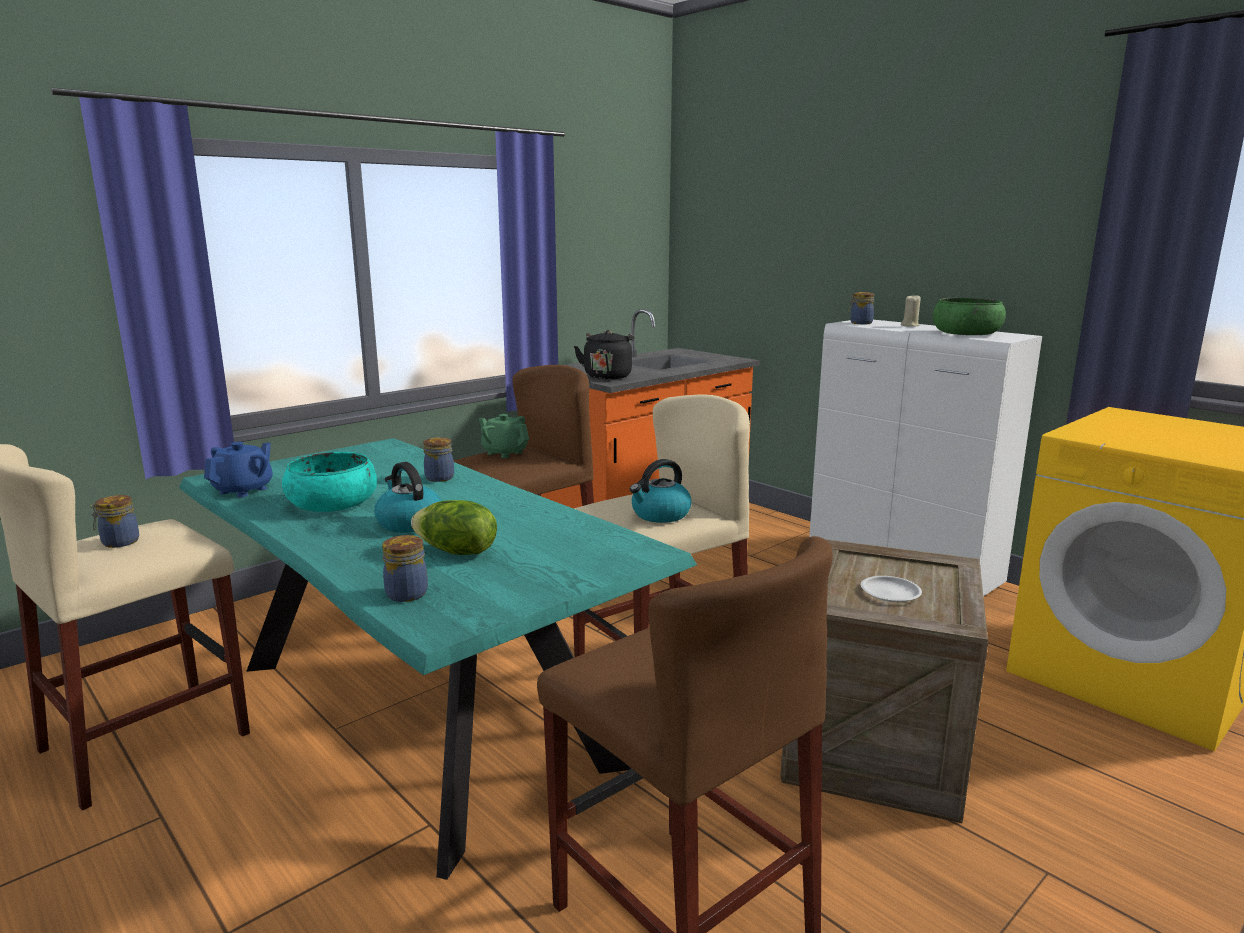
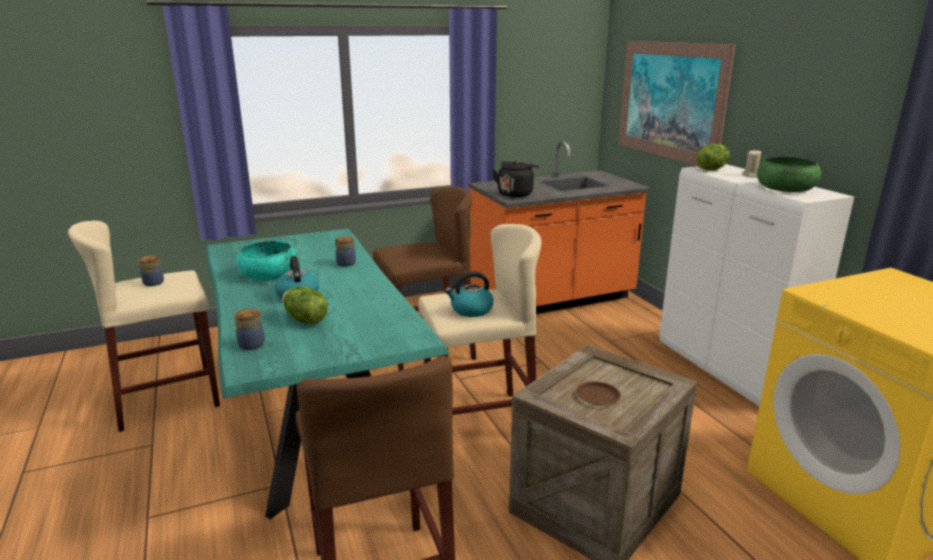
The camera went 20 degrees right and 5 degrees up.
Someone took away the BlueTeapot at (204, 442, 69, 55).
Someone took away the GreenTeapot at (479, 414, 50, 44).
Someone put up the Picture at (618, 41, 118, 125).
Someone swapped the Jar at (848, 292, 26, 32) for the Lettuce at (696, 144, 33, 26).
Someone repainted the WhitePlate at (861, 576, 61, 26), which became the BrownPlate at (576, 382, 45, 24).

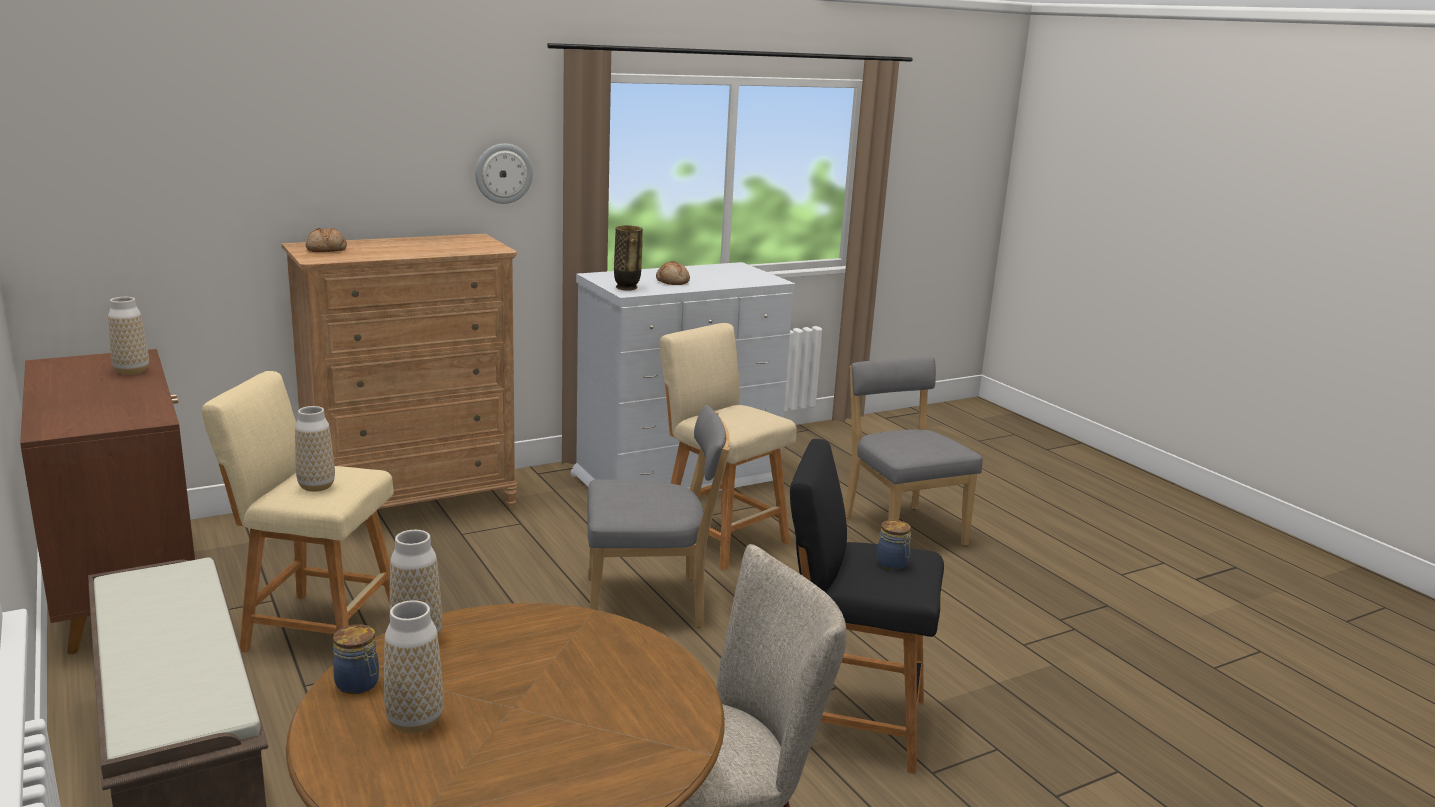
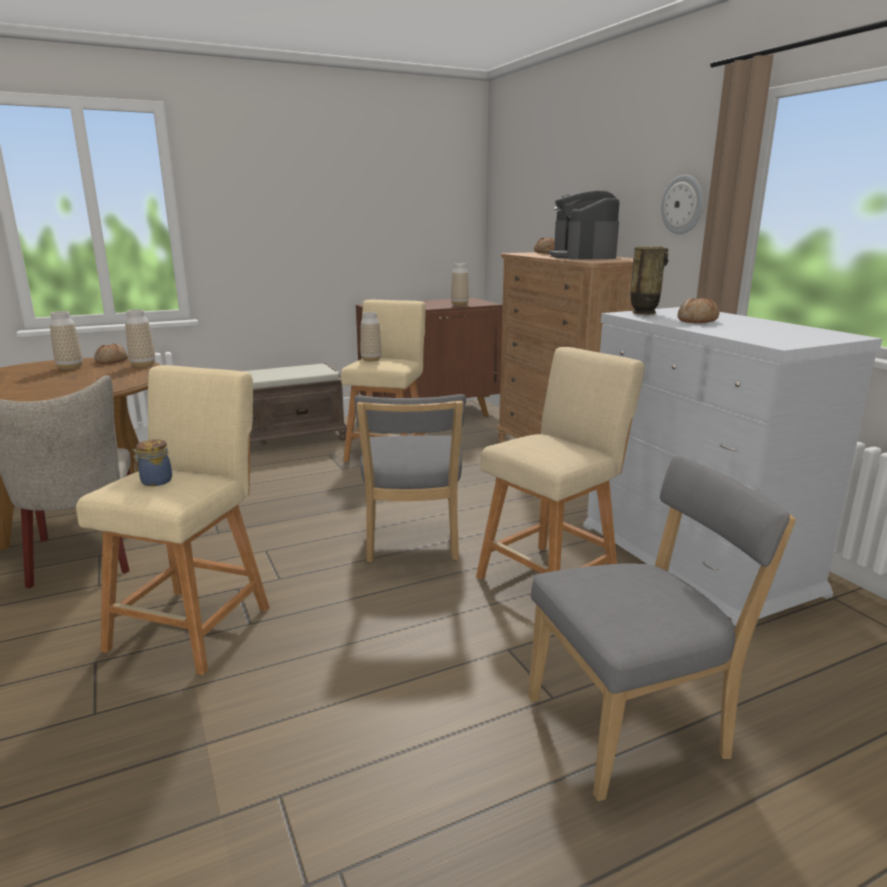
The camera went 95 degrees right and 0 degrees up.
Someone put down the CoffeeMachine at (548, 190, 72, 70).
Someone swapped the Jar at (333, 624, 46, 70) for the Bread at (94, 344, 34, 20).
Someone repainted the BlackStool at (790, 439, 154, 335), which became the BeigeStool at (76, 365, 194, 310).

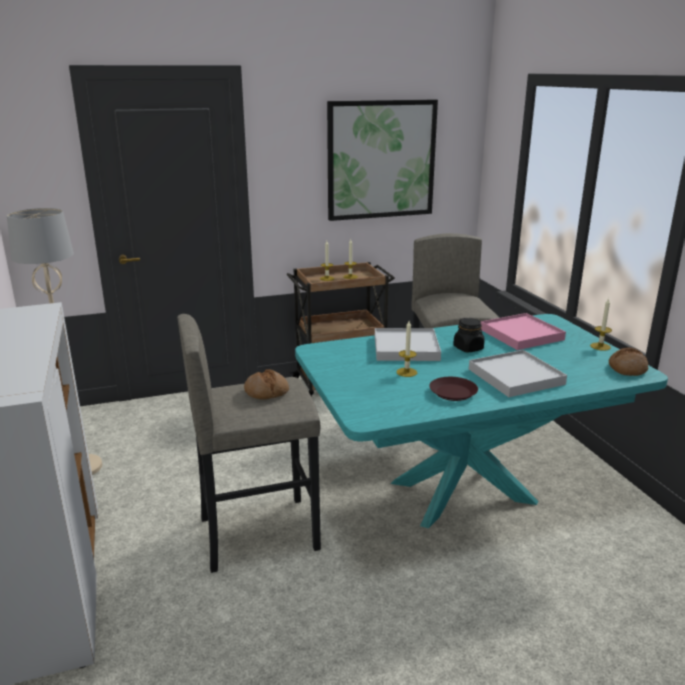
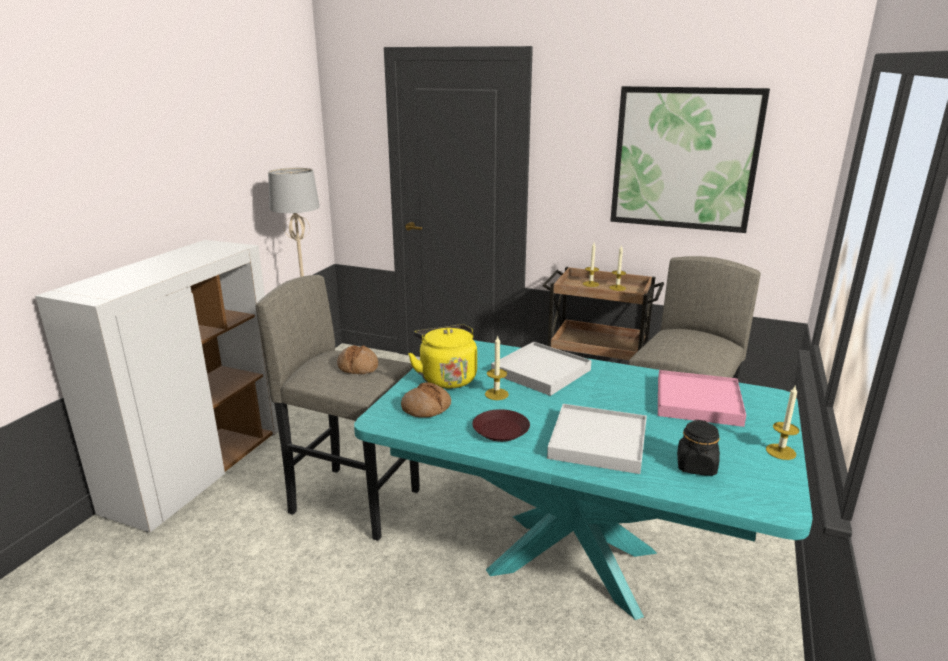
The camera went 40 degrees right and 0 degrees up.
Someone put down the YellowKettle at (408, 324, 69, 65).
Someone carried the BlackJar from (453, 318, 32, 34) to (677, 420, 43, 56).
Someone carried the Bread from (609, 347, 39, 29) to (401, 382, 50, 36).

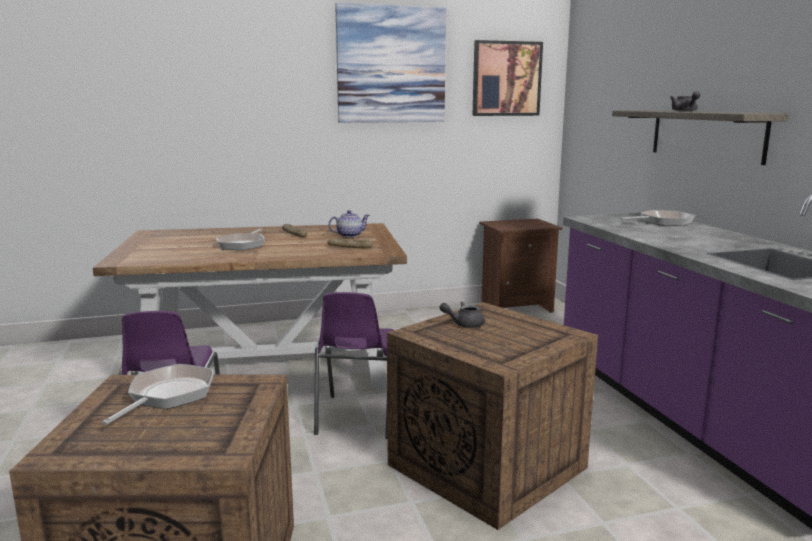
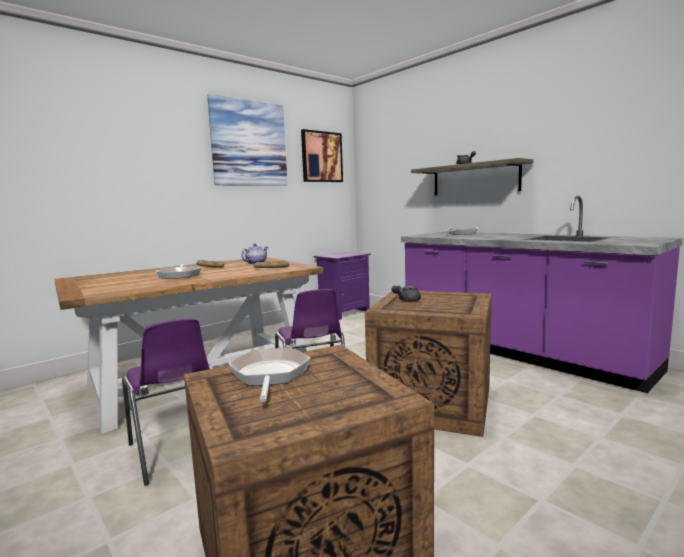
The camera went 25 degrees left and 5 degrees down.
Someone repainted the BrownNightstand at (479, 219, 84, 94), which became the PurpleNightstand at (313, 252, 58, 68).

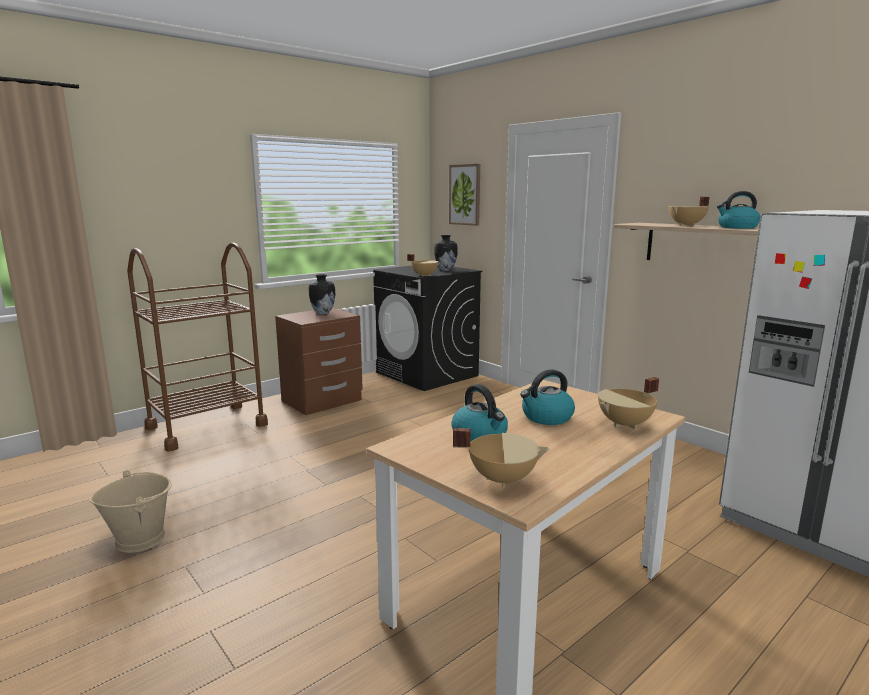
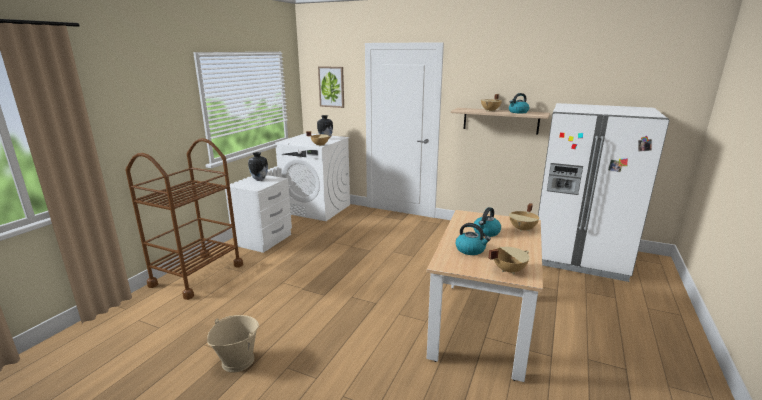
The camera went 25 degrees left and 5 degrees up.
Someone repainted the BrownNightstand at (275, 308, 88, 107), which became the WhiteNightstand at (230, 175, 62, 78).
Someone repainted the BlackWashingMachine at (373, 266, 110, 125), which became the WhiteWashingMachine at (275, 133, 75, 88).

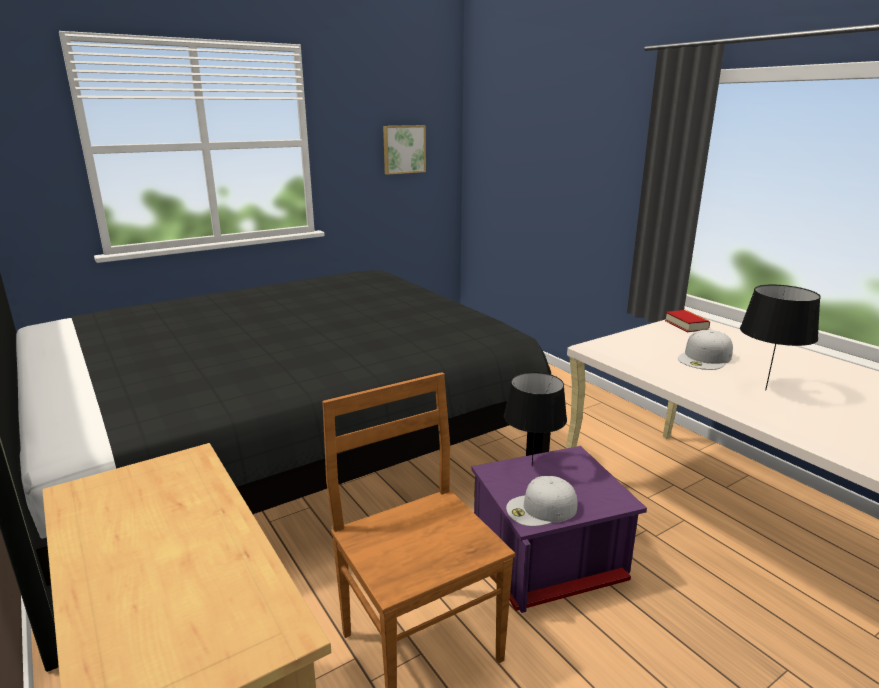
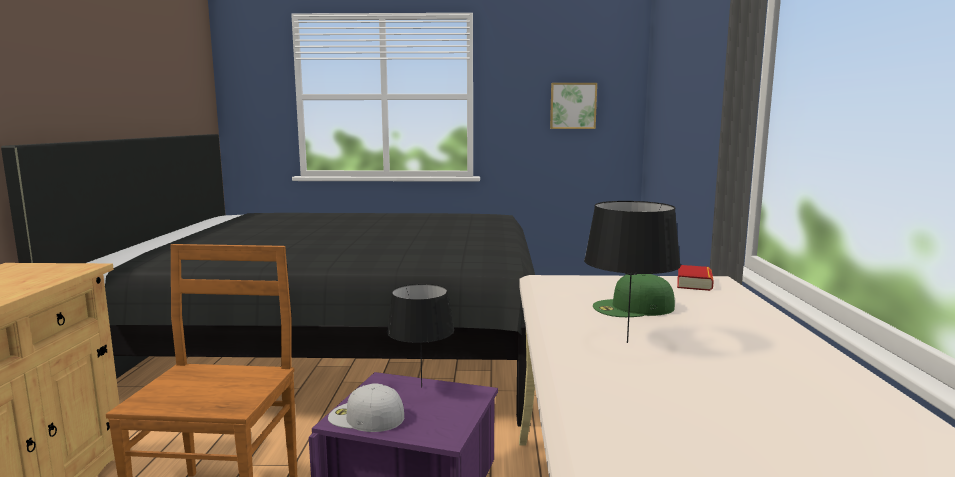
The camera went 35 degrees right and 10 degrees down.
Someone repainted the WhiteCap at (678, 330, 55, 40), which became the GreenCap at (593, 274, 82, 43).

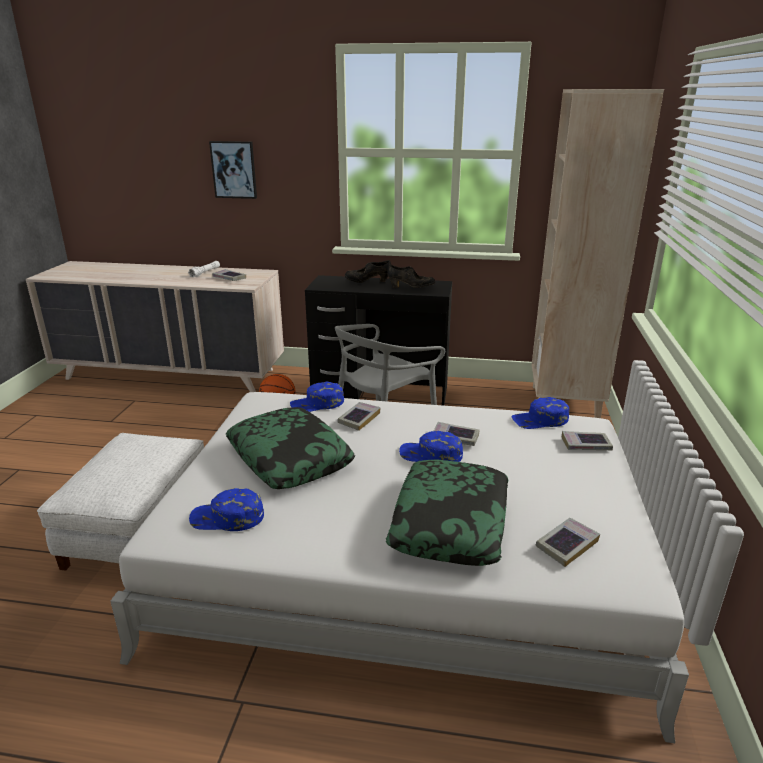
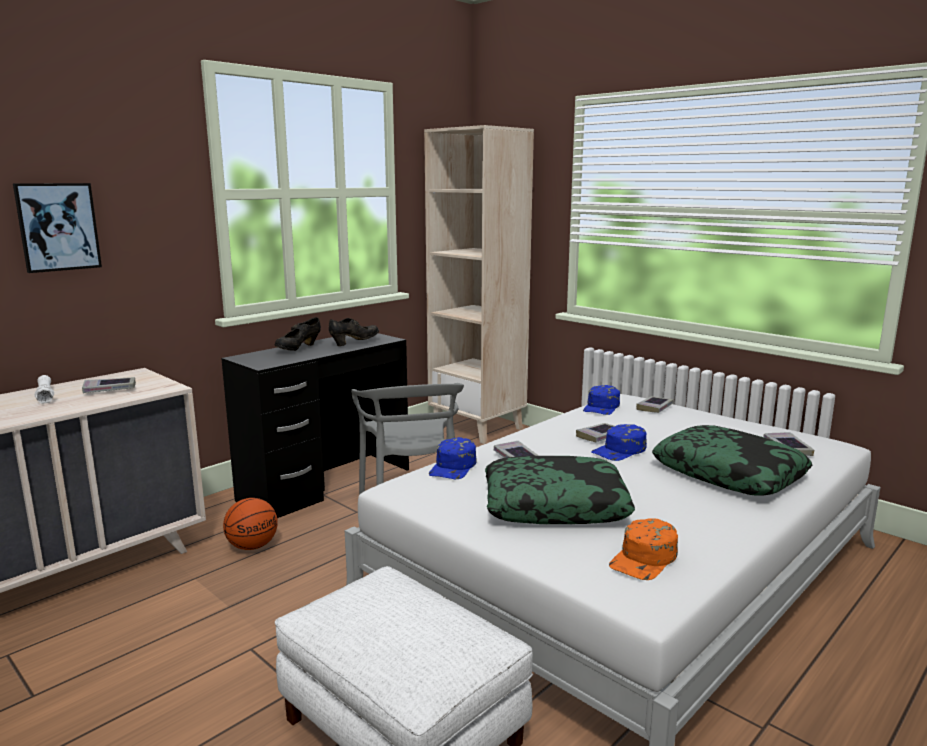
The camera went 55 degrees left and 10 degrees down.
Someone repainted the BlueCap at (189, 488, 75, 43), which became the OrangeCap at (609, 518, 69, 62).

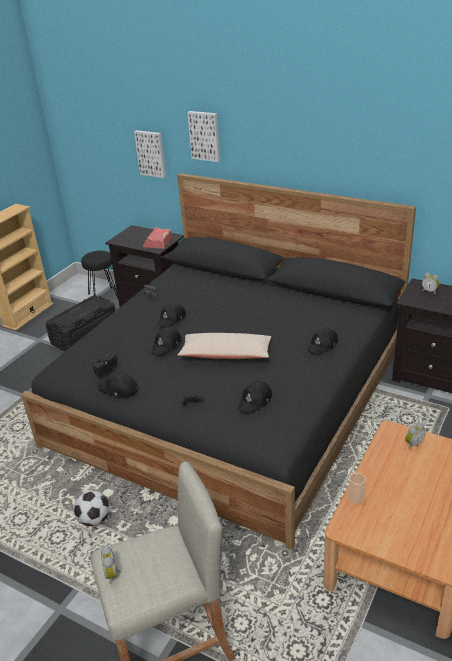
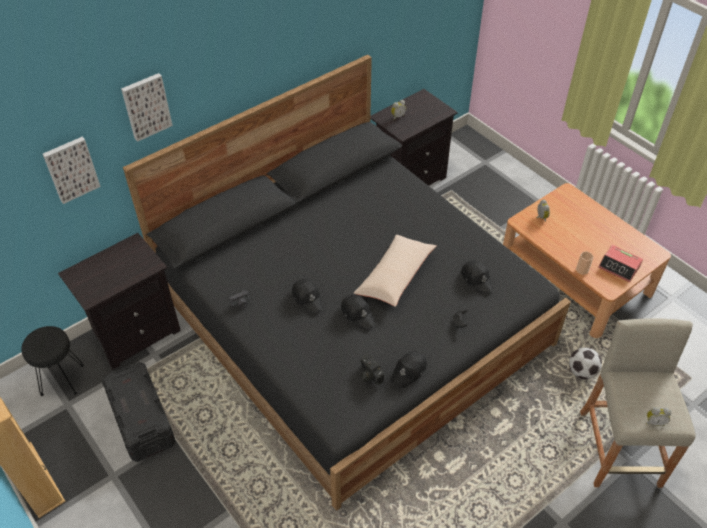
The camera went 70 degrees left and 15 degrees up.
Someone took away the BlackCap at (308, 328, 30, 27).
Someone carried the Football from (74, 490, 36, 36) to (569, 347, 33, 32).
Someone carried the AlarmClock from (143, 227, 29, 22) to (598, 245, 45, 37).

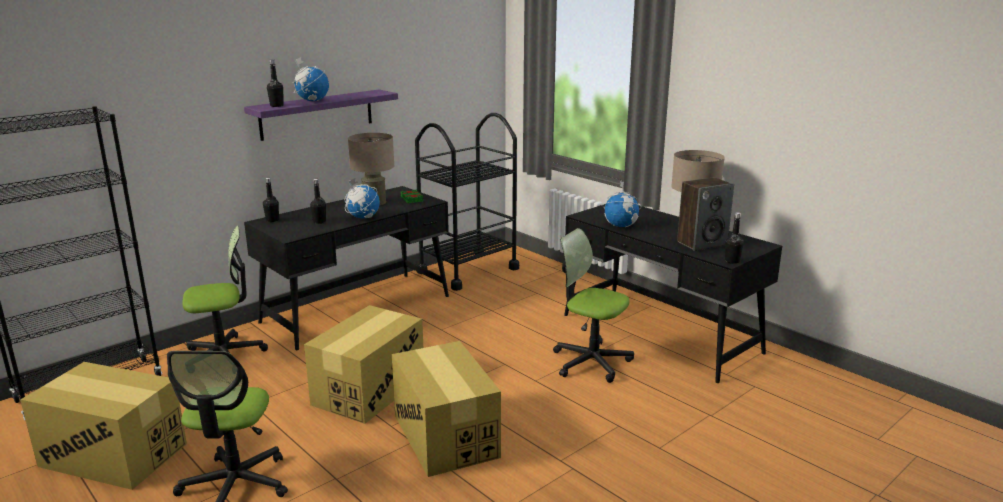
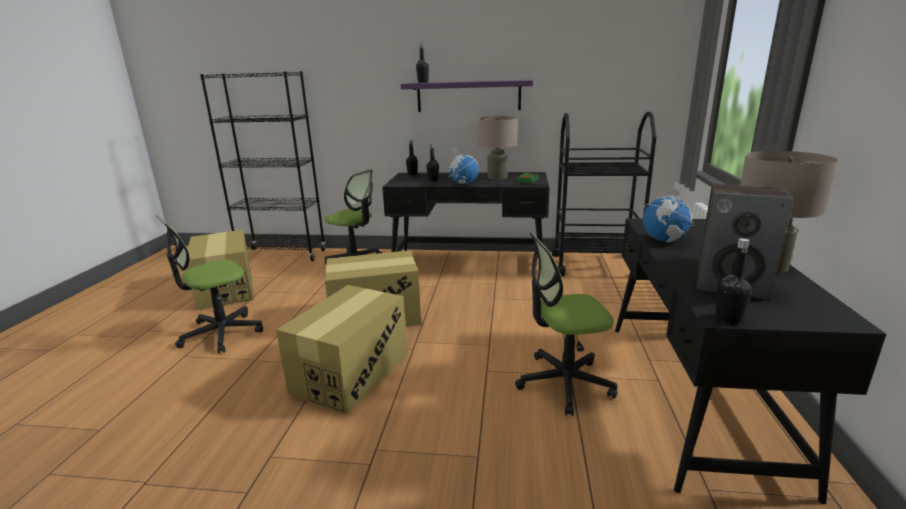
The camera went 50 degrees right and 0 degrees up.
Someone took away the Globe at (293, 57, 36, 44).
Someone rotated the OfficeChair at (553, 228, 81, 155) by 90 degrees counterclockwise.

